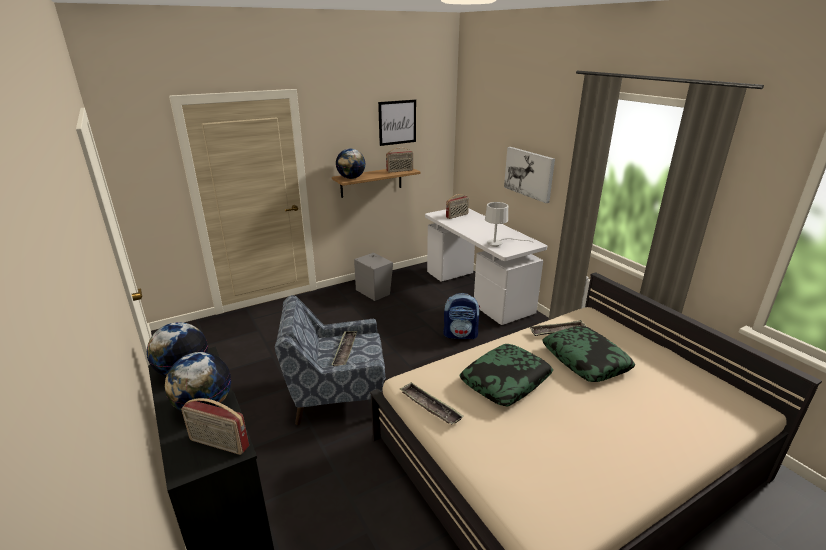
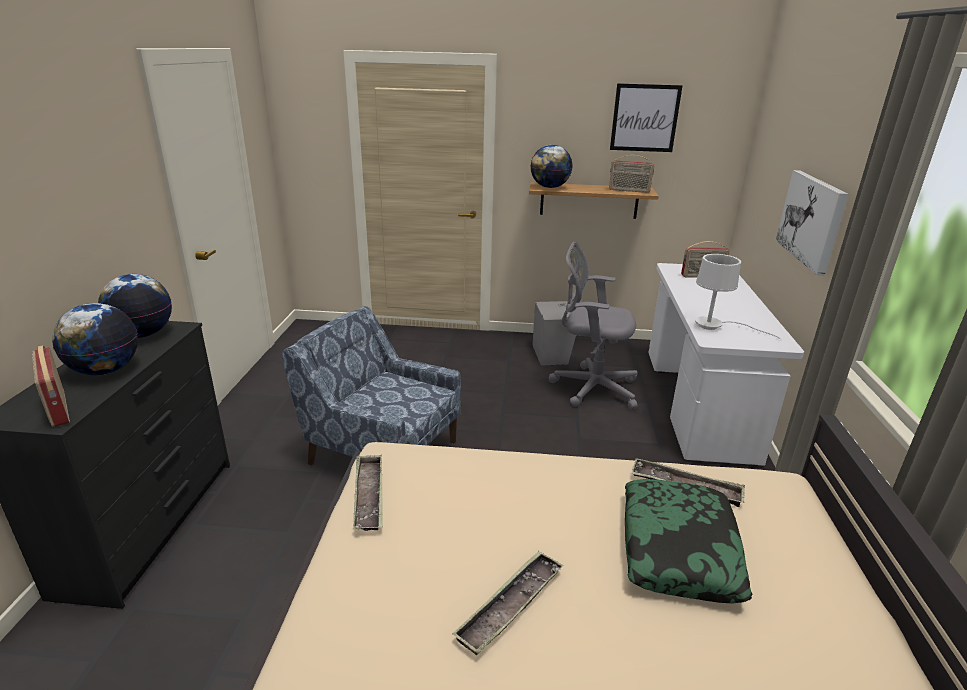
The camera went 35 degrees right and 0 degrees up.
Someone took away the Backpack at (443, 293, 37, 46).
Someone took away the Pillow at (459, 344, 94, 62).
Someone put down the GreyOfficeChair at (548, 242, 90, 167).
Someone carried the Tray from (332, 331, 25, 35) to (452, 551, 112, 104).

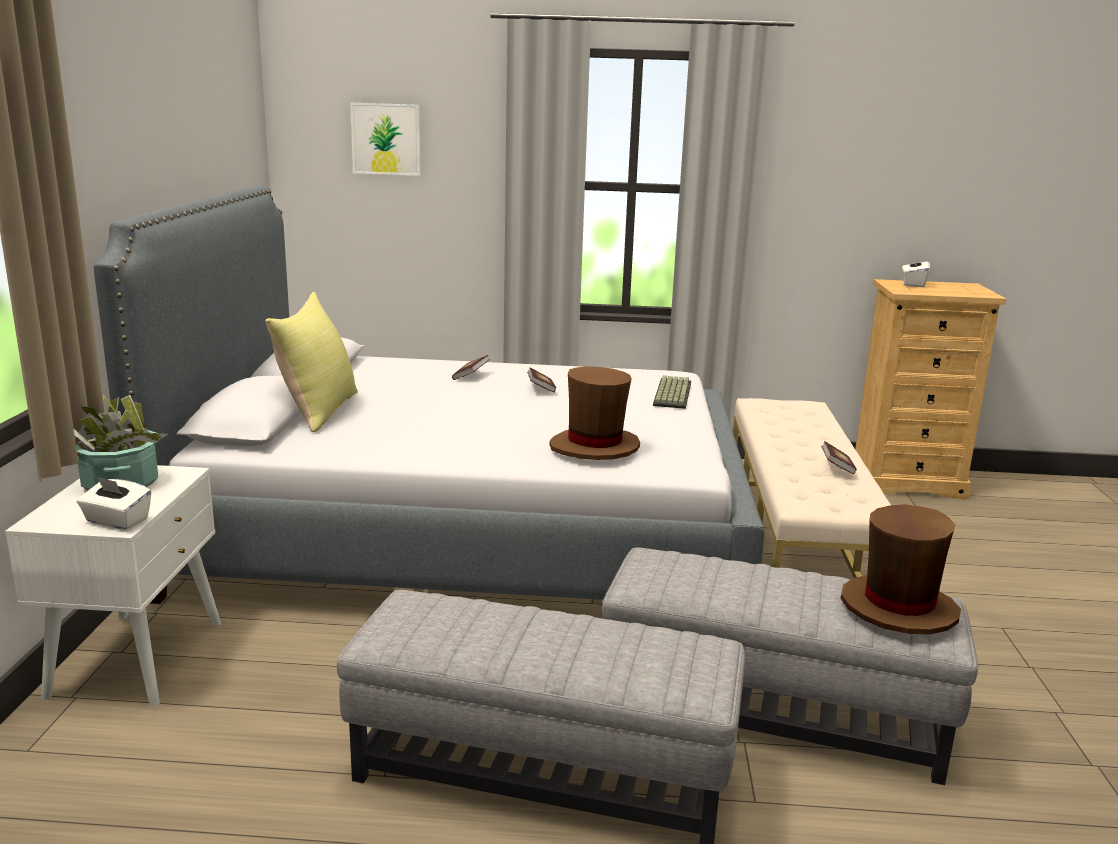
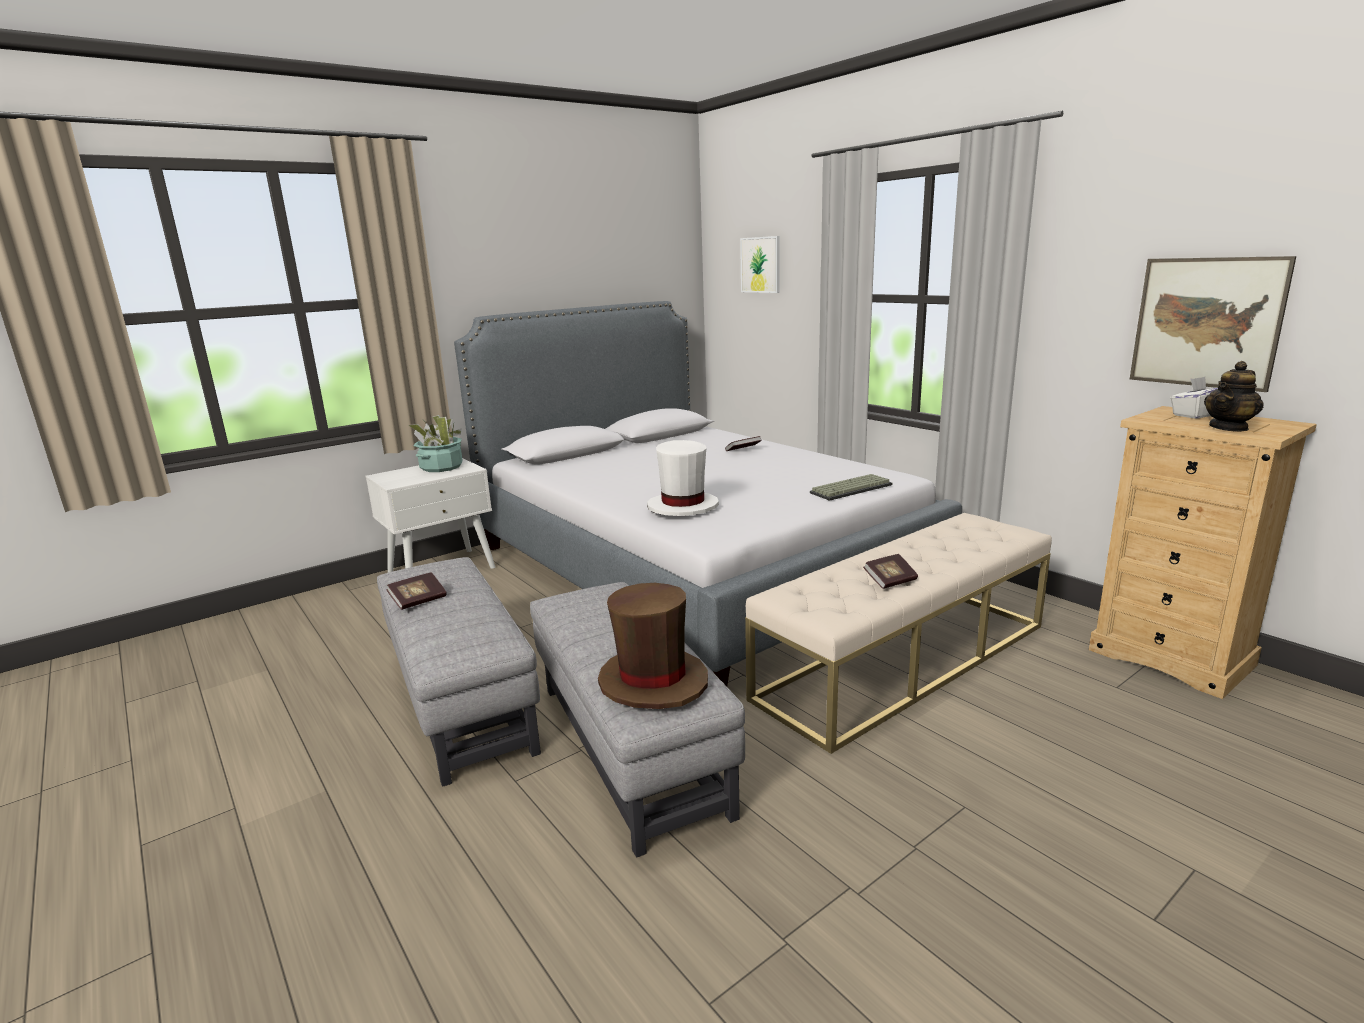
The camera went 50 degrees right and 0 degrees up.
Someone took away the WhiteTissueBox at (77, 476, 75, 54).
Someone took away the YellowPillow at (265, 292, 93, 140).
Someone put up the Picture at (1130, 256, 166, 136).
Someone put down the Teapot at (1204, 361, 60, 71).
Someone carried the Book from (527, 367, 29, 25) to (386, 572, 61, 38).
Someone repainted the BrownHat at (550, 366, 90, 94), which became the WhiteHat at (647, 440, 72, 76).

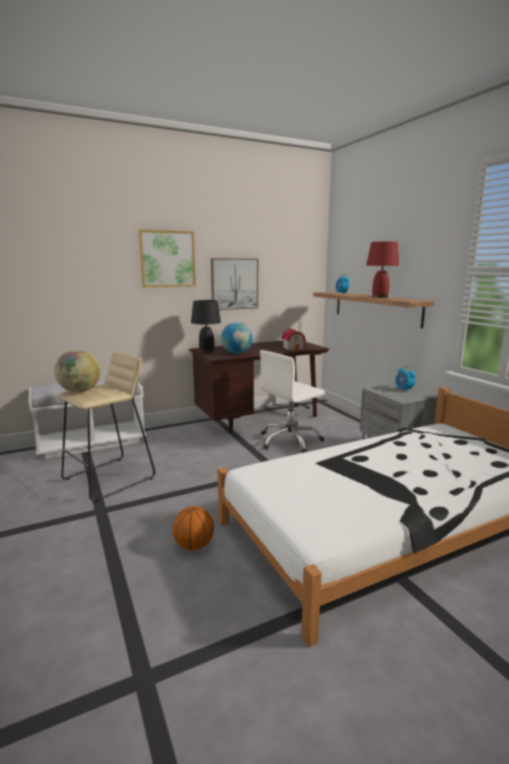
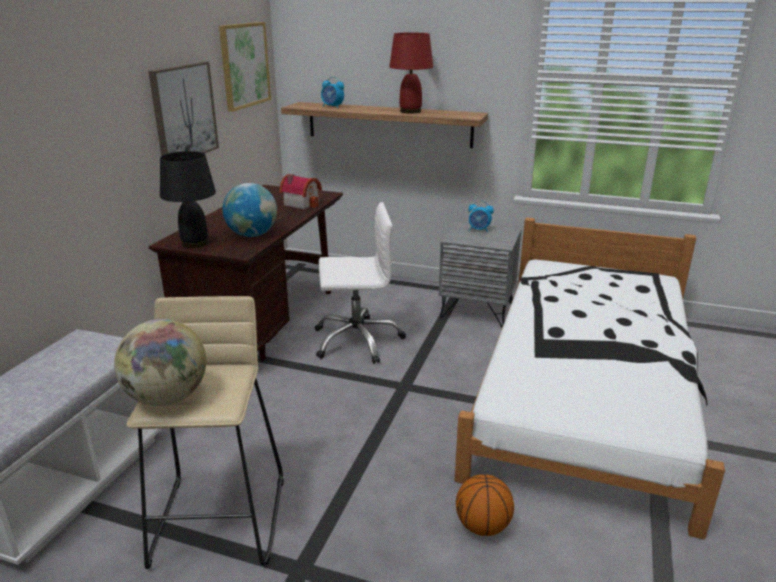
The camera went 45 degrees left and 10 degrees up.
Someone carried the Picture from (139, 230, 57, 57) to (219, 22, 52, 90).
Someone rotated the WhiteOfficeChair at (260, 350, 65, 103) by 105 degrees counterclockwise.

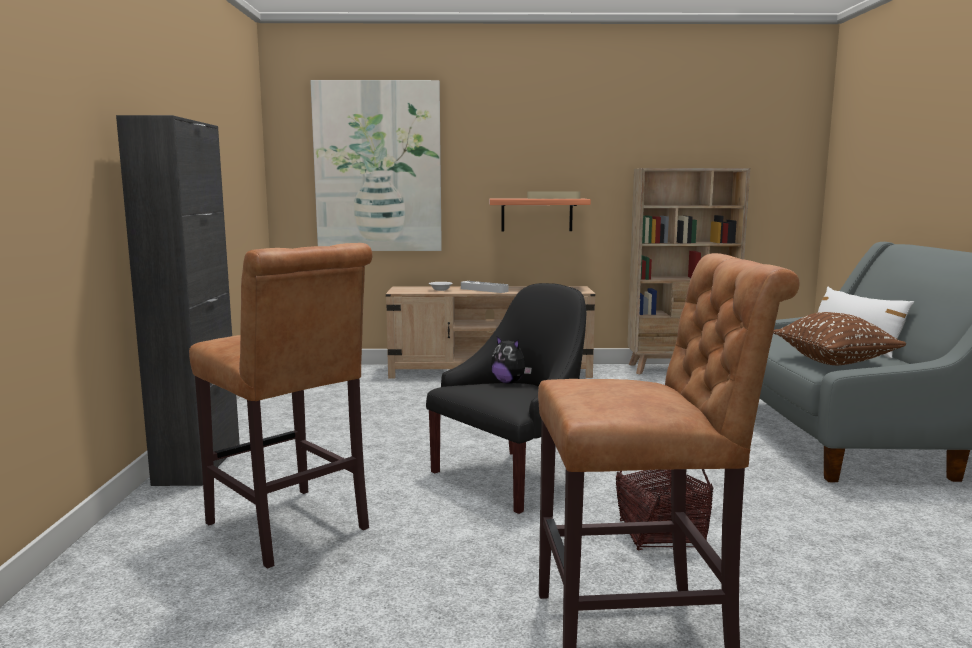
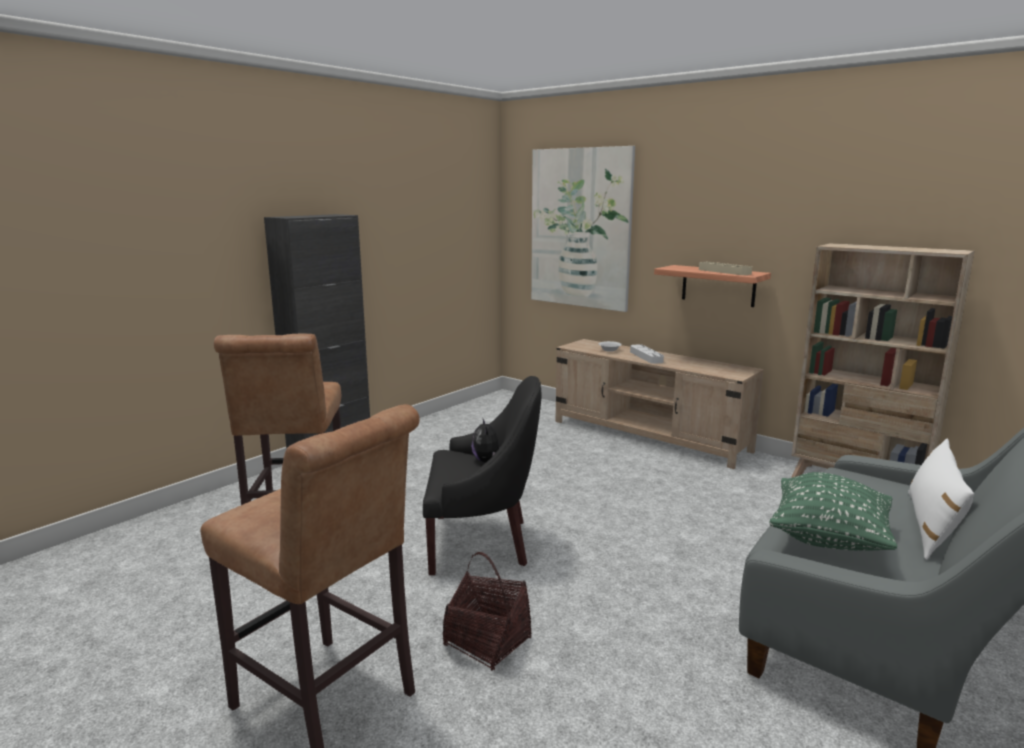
The camera went 40 degrees right and 5 degrees up.
Someone repainted the BrownPillow at (773, 312, 133, 53), which became the GreenPillow at (770, 472, 127, 79).

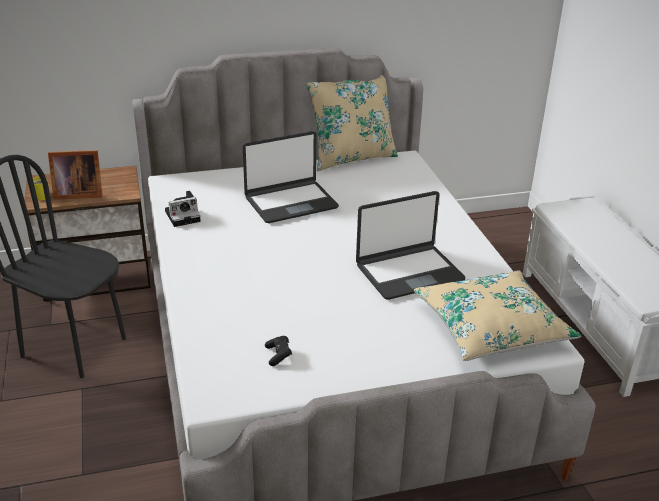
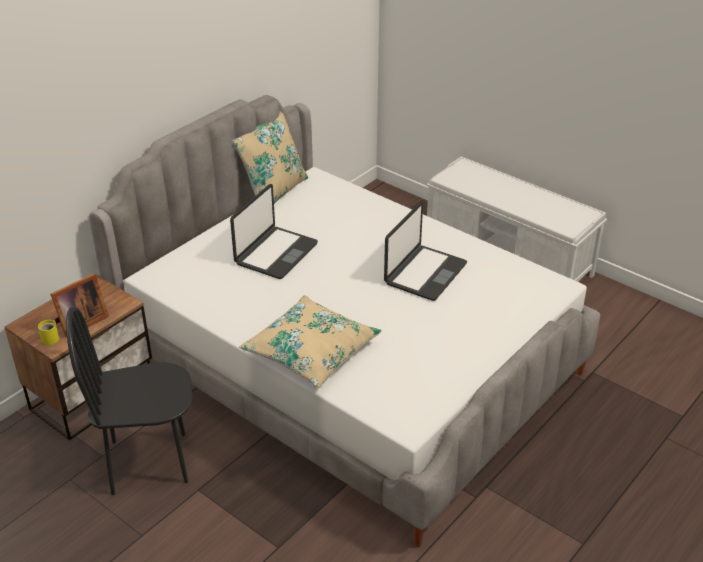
The camera went 35 degrees left and 5 degrees up.
Someone took away the PhotoCamera at (165, 191, 36, 36).
Someone took away the BlackGameController at (265, 336, 27, 30).
Someone carried the BeigePillow from (414, 270, 167, 91) to (239, 295, 143, 93).

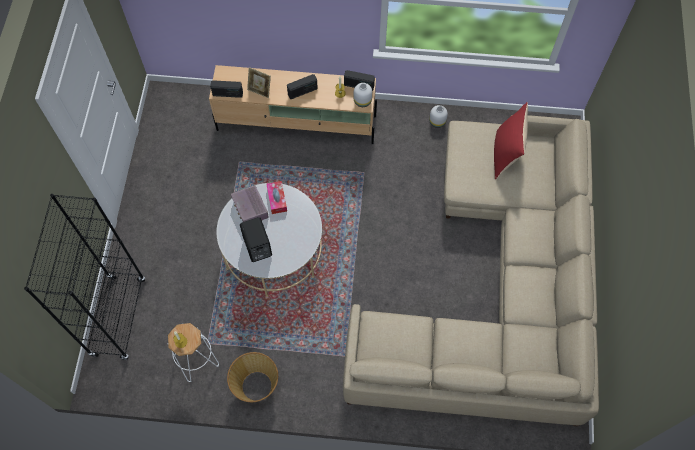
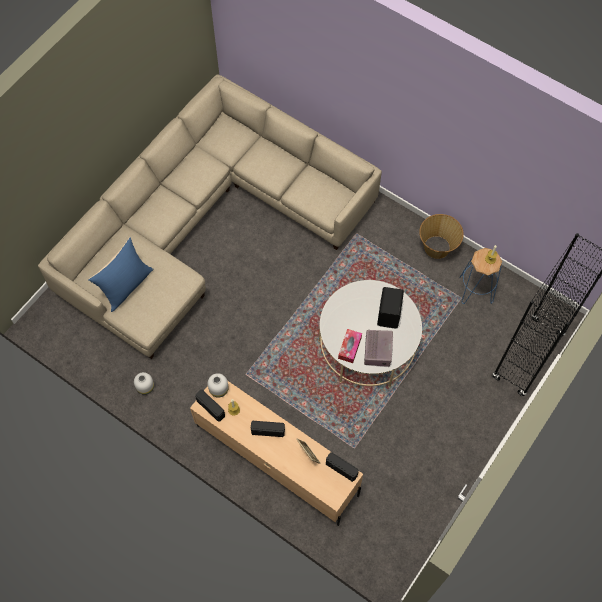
The camera went 150 degrees left and 0 degrees up.
Someone repainted the WhiteStool at (168, 323, 51, 59), which became the BlueStool at (459, 248, 43, 56).
Someone repainted the RedPillow at (494, 102, 34, 78), which became the BluePillow at (88, 237, 65, 75).

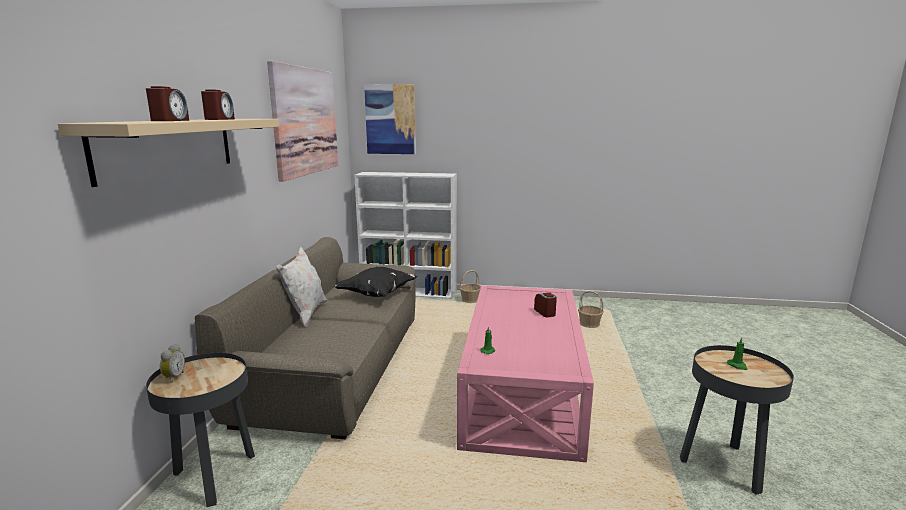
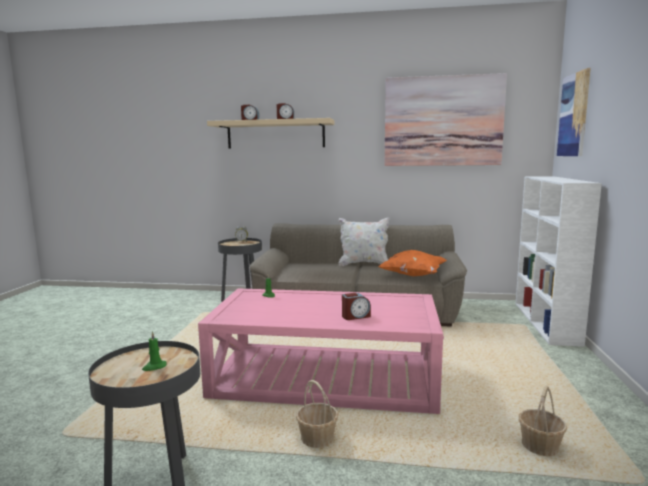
The camera went 90 degrees right and 5 degrees down.
Someone carried the Basket from (460, 270, 21, 33) to (296, 380, 42, 68).
Someone repainted the BlackPillow at (334, 267, 83, 30), which became the OrangePillow at (378, 250, 69, 26).

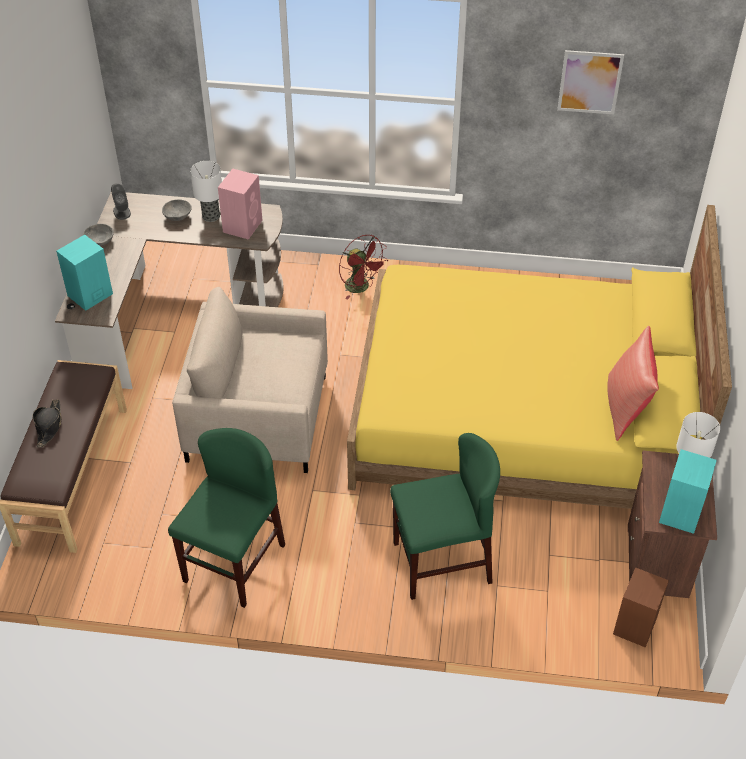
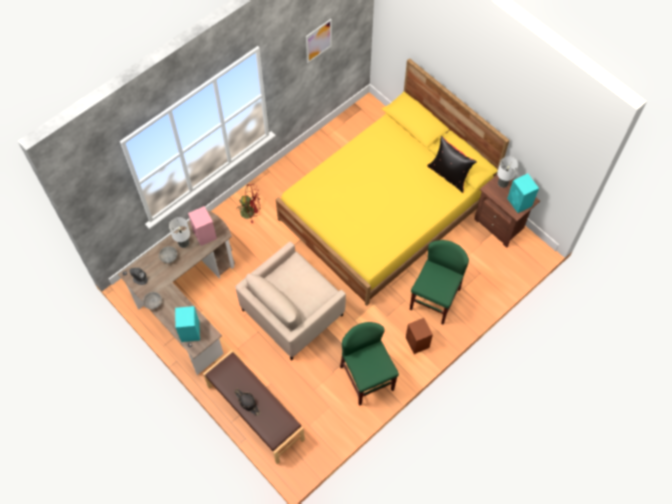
The camera went 50 degrees left and 15 degrees up.
Someone carried the BrownSpeaker from (613, 567, 56, 80) to (406, 318, 27, 36).
Someone repainted the RedPillow at (607, 326, 52, 115), which became the BlackPillow at (427, 136, 50, 57).

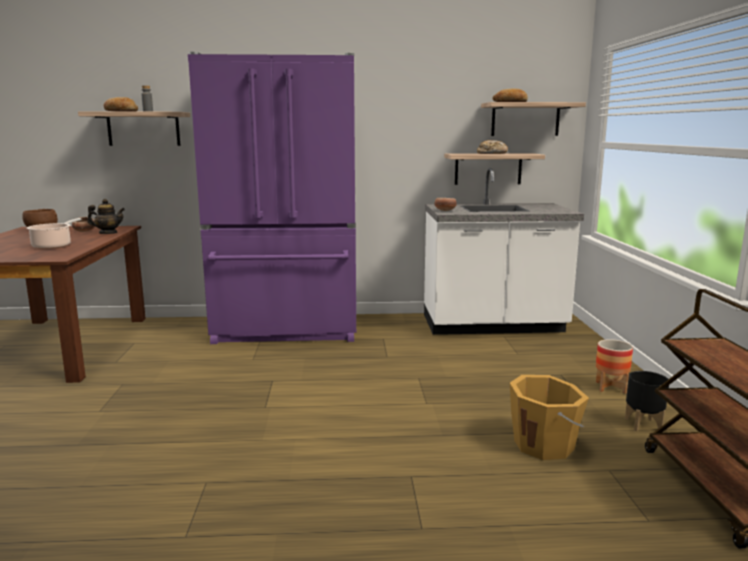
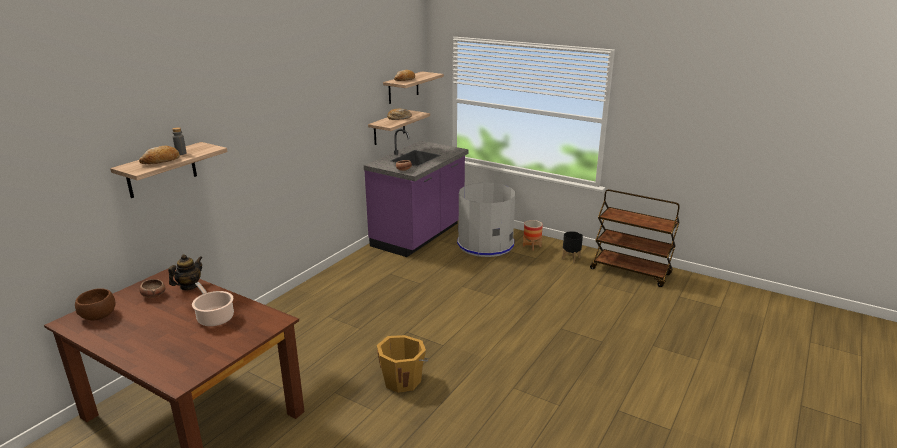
The camera went 55 degrees left and 10 degrees up.
Someone took away the PurpleFridge at (188, 52, 168, 292).
Someone put down the GreyTrashCan at (457, 183, 58, 74).
Someone carried the OrangeBucket from (510, 375, 79, 85) to (377, 335, 51, 58).
Someone repainted the WhiteCounter at (424, 168, 160, 167), which became the PurpleCounter at (364, 129, 105, 128).

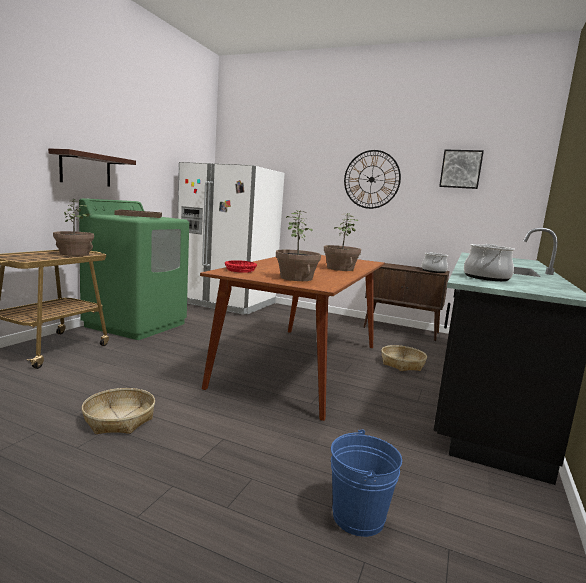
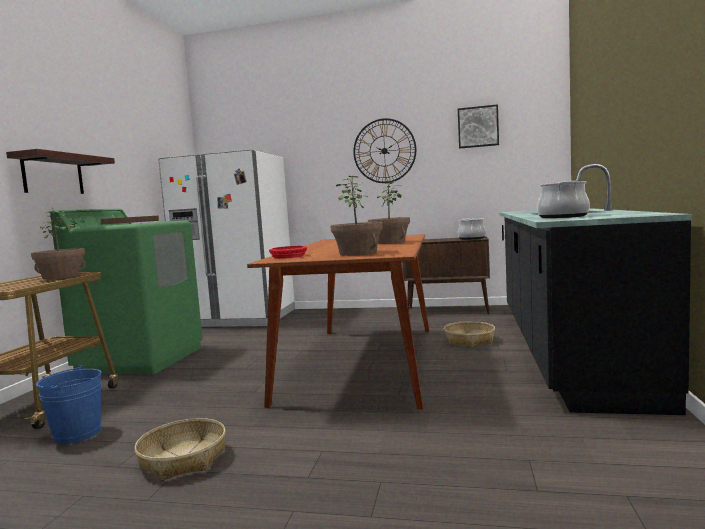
The camera went 10 degrees left and 5 degrees down.
Someone carried the BlueBucket from (331, 429, 71, 108) to (36, 365, 66, 79).

